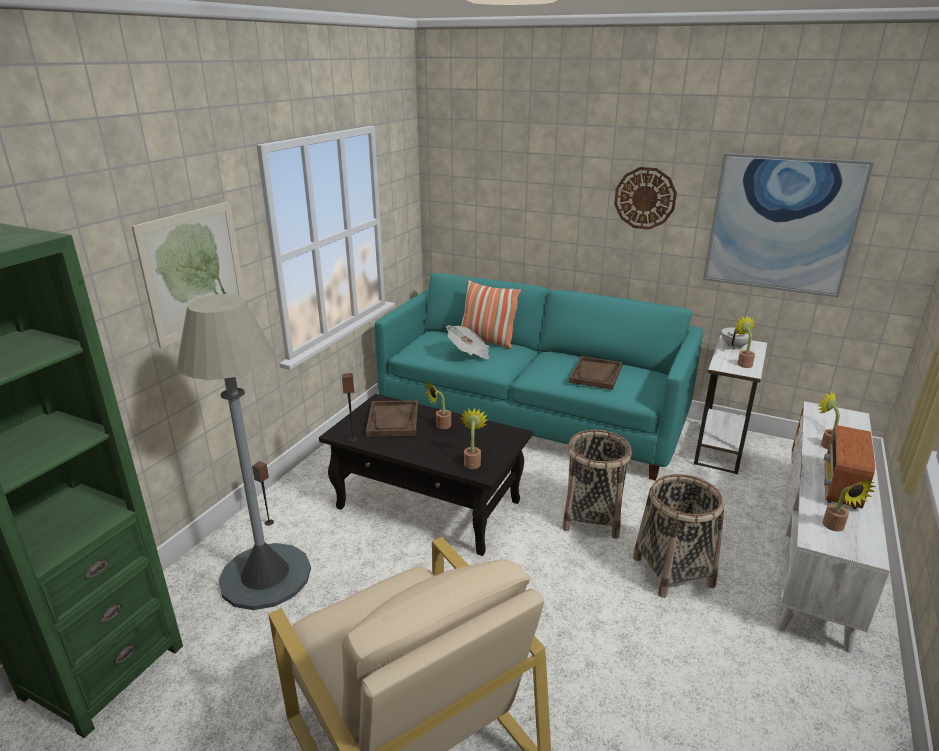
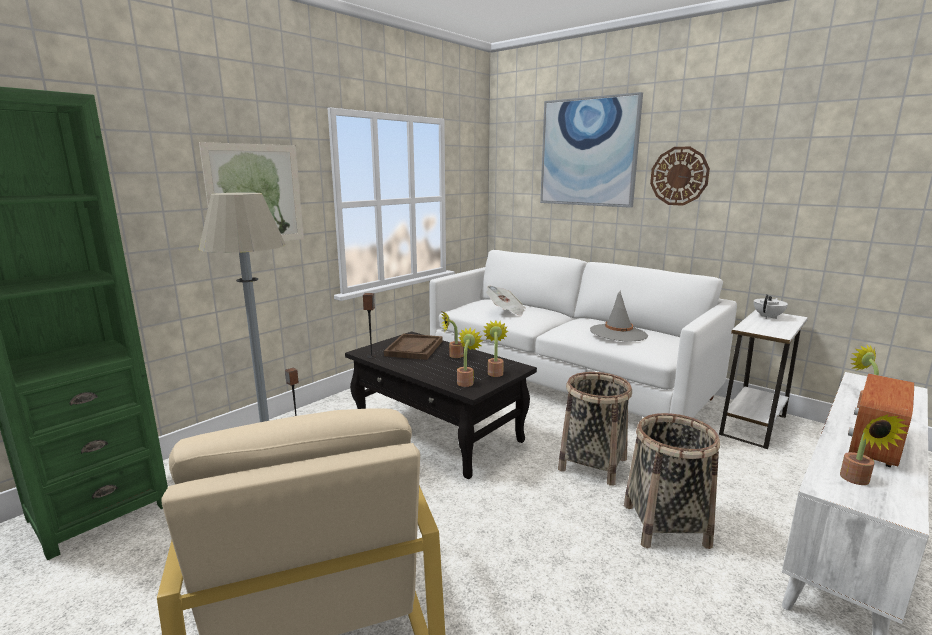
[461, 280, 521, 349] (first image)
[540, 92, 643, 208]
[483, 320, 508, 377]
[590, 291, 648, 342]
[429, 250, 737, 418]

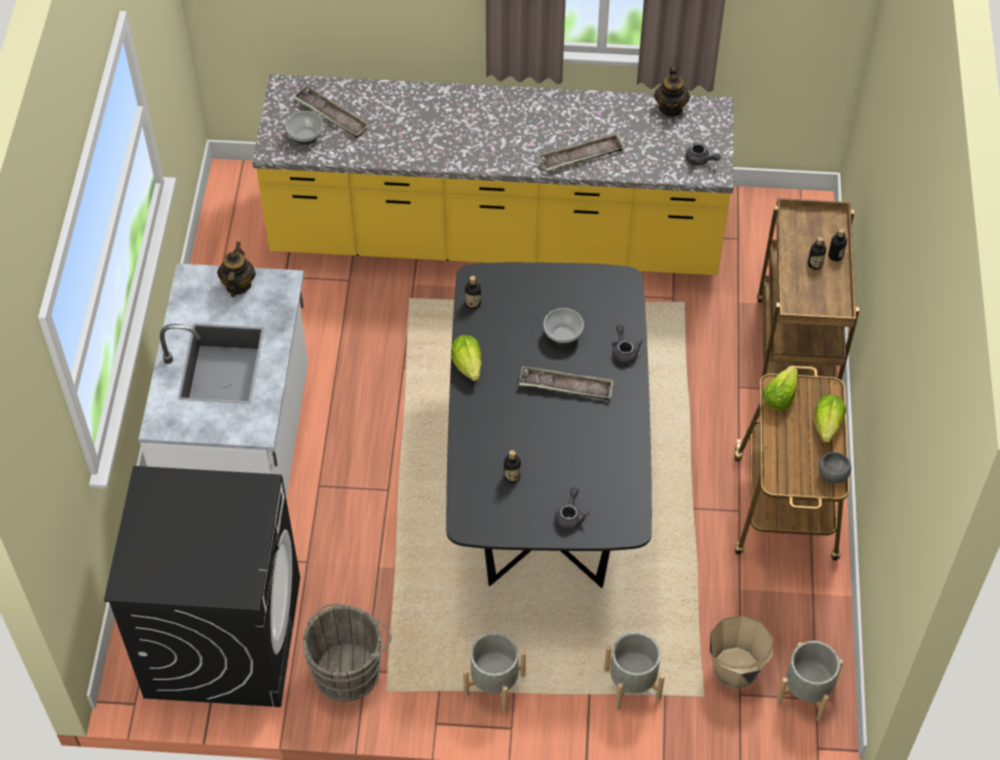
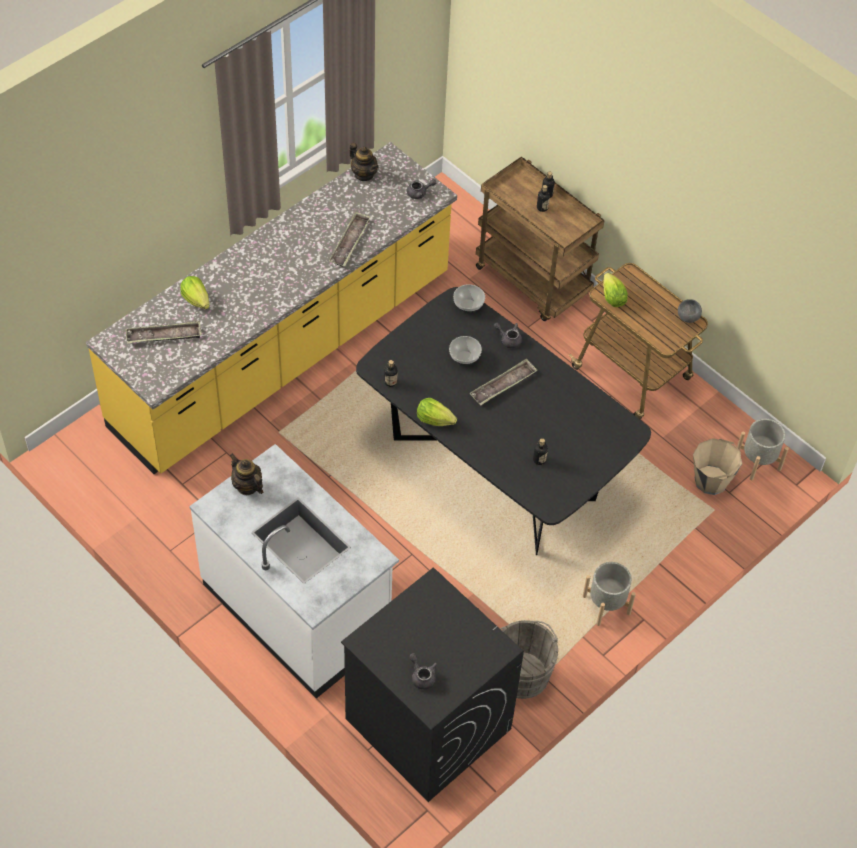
[604, 632, 665, 710] (first image)
[453, 284, 485, 313]
[409, 653, 437, 690]
[180, 276, 210, 309]

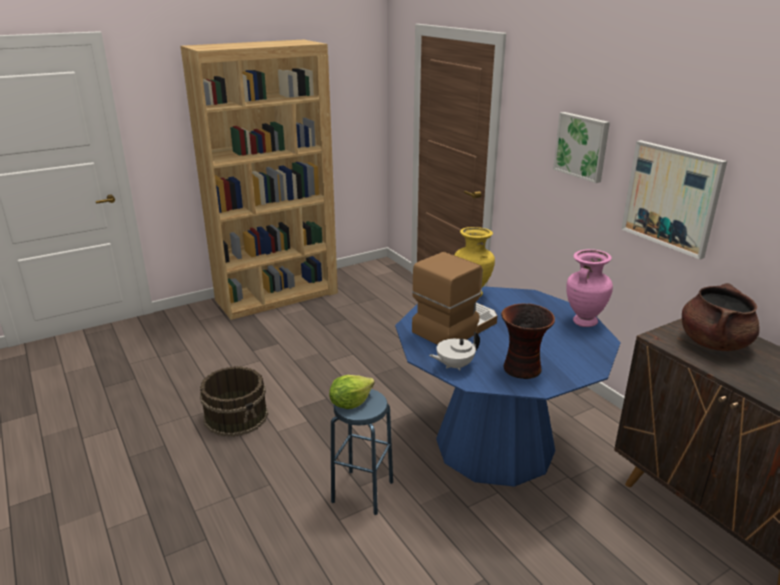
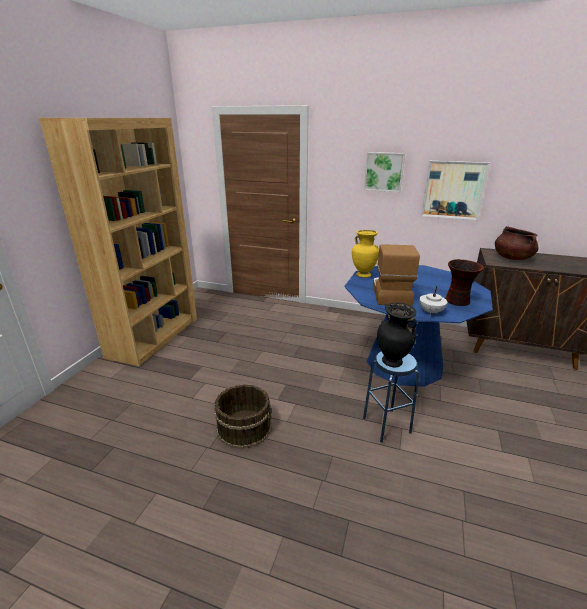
[566, 249, 613, 327] (first image)
[377, 302, 417, 367]

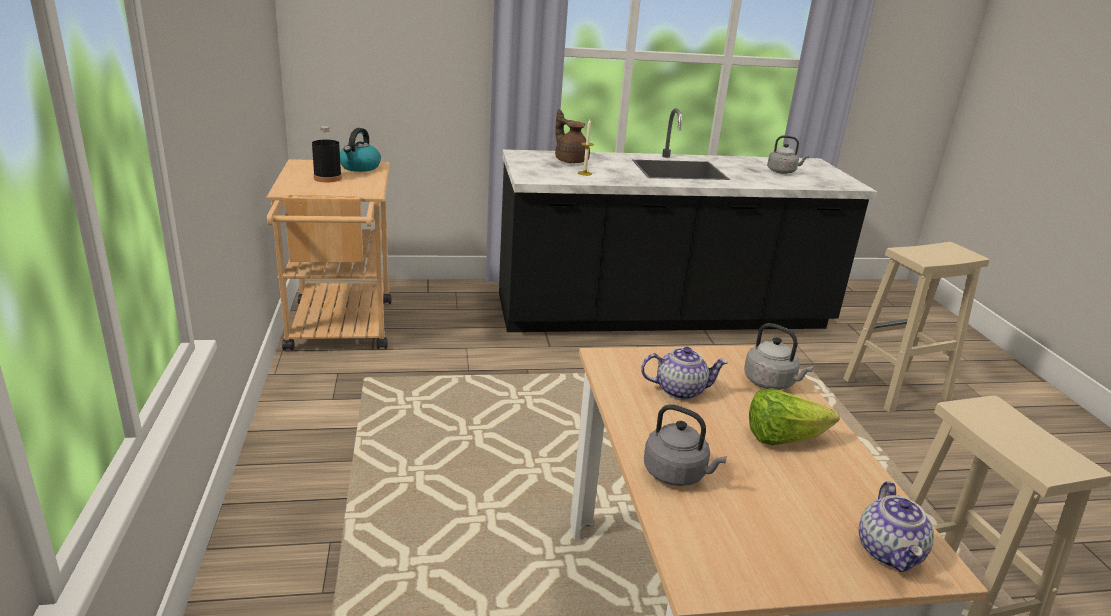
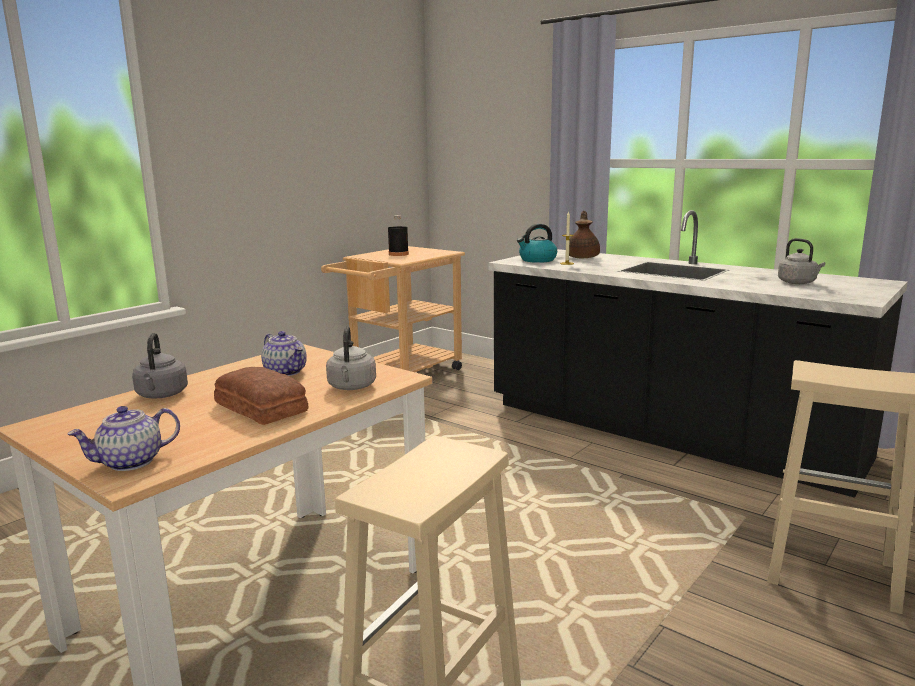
[517, 224, 557, 263]
[214, 367, 308, 425]

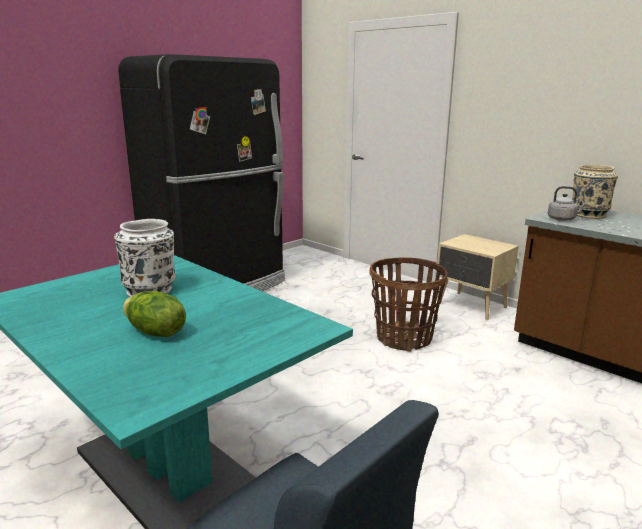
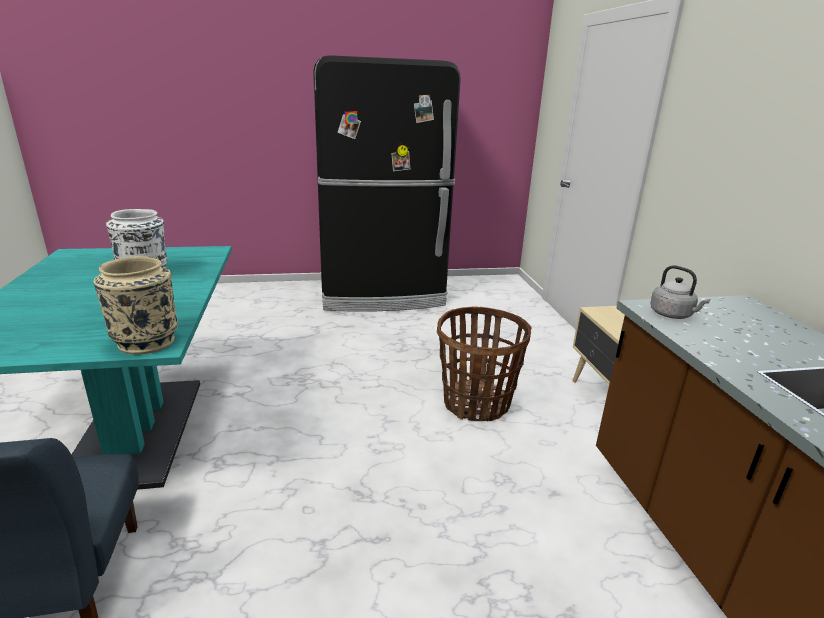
[123, 291, 186, 337] (first image)
[94, 256, 178, 355]

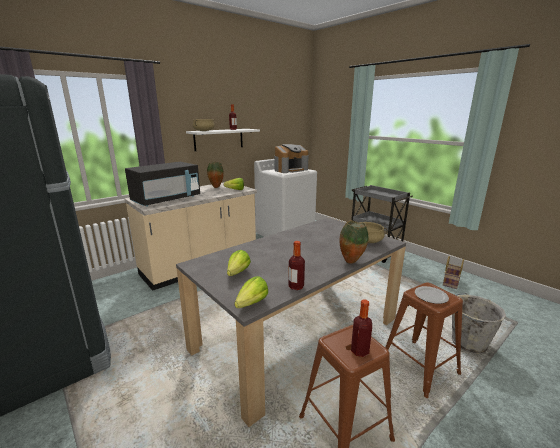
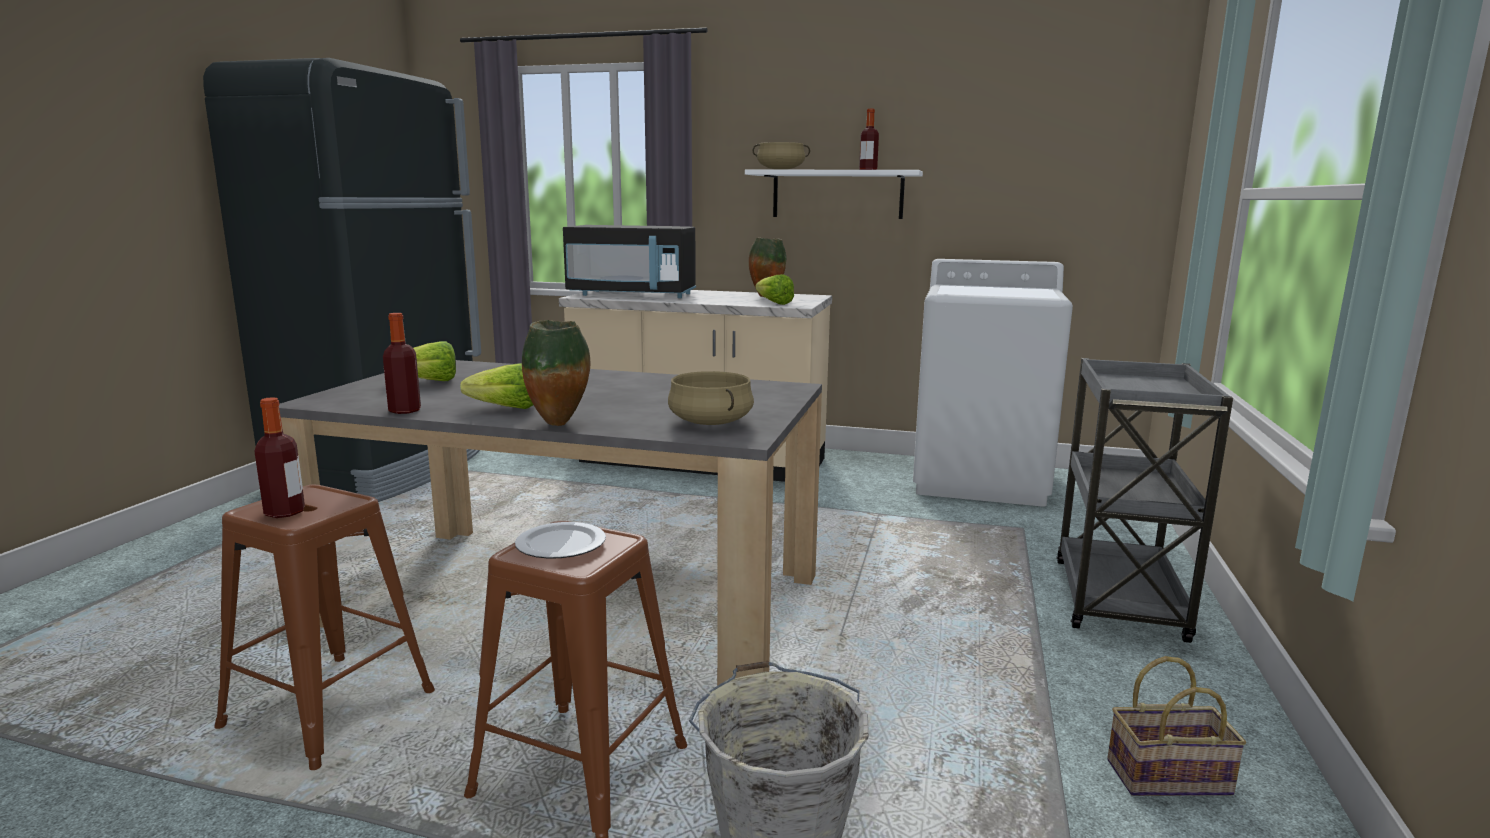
[274, 144, 308, 173] (first image)
[460, 363, 533, 409]

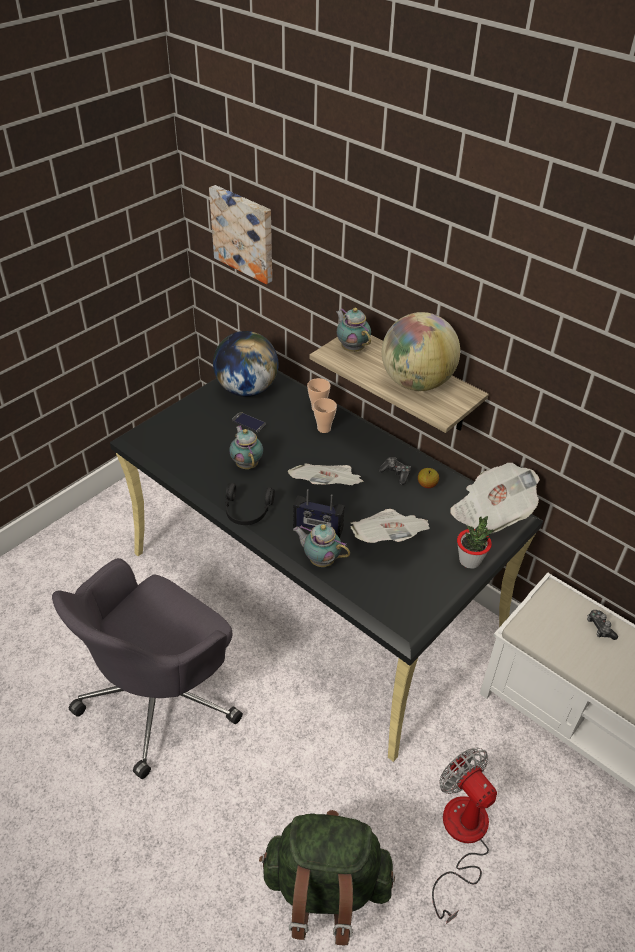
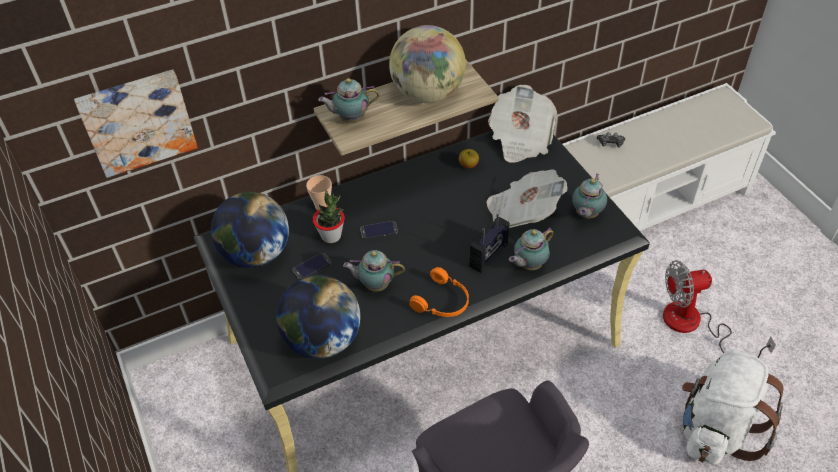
[288, 463, 364, 485] (first image)
[313, 398, 337, 433] (first image)
[378, 457, 411, 485] (first image)
[276, 275, 360, 359]
[360, 221, 398, 239]
[572, 173, 607, 218]
[313, 190, 345, 243]
[409, 267, 469, 317]
[682, 350, 783, 465]

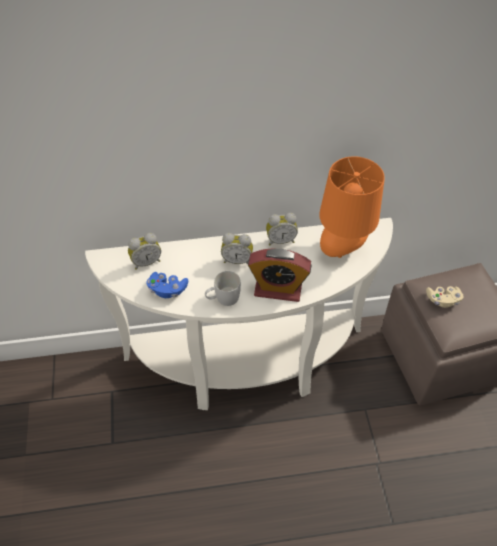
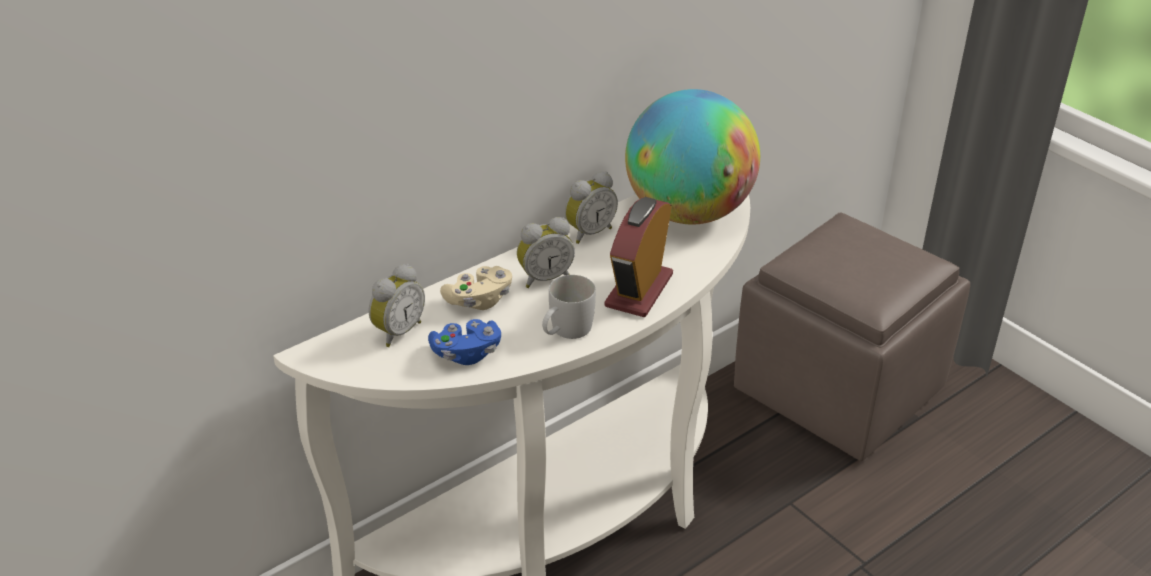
[440, 266, 512, 310]
[625, 89, 760, 224]
[605, 197, 673, 317]

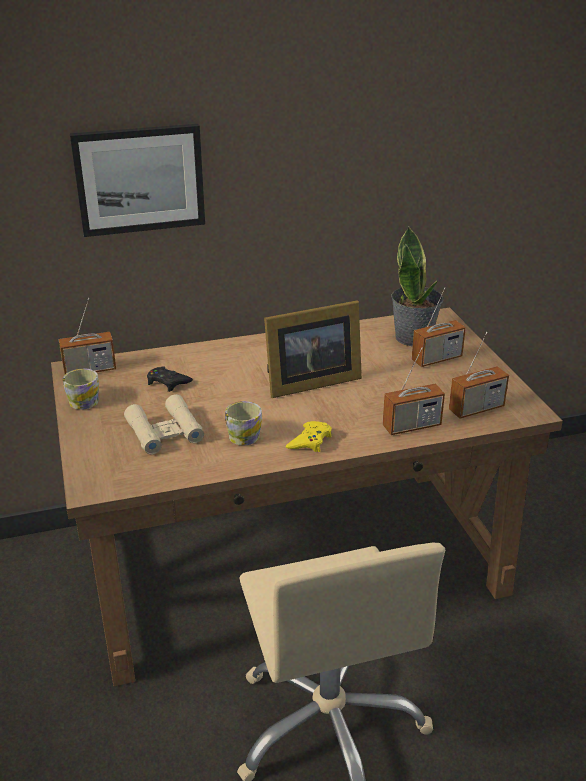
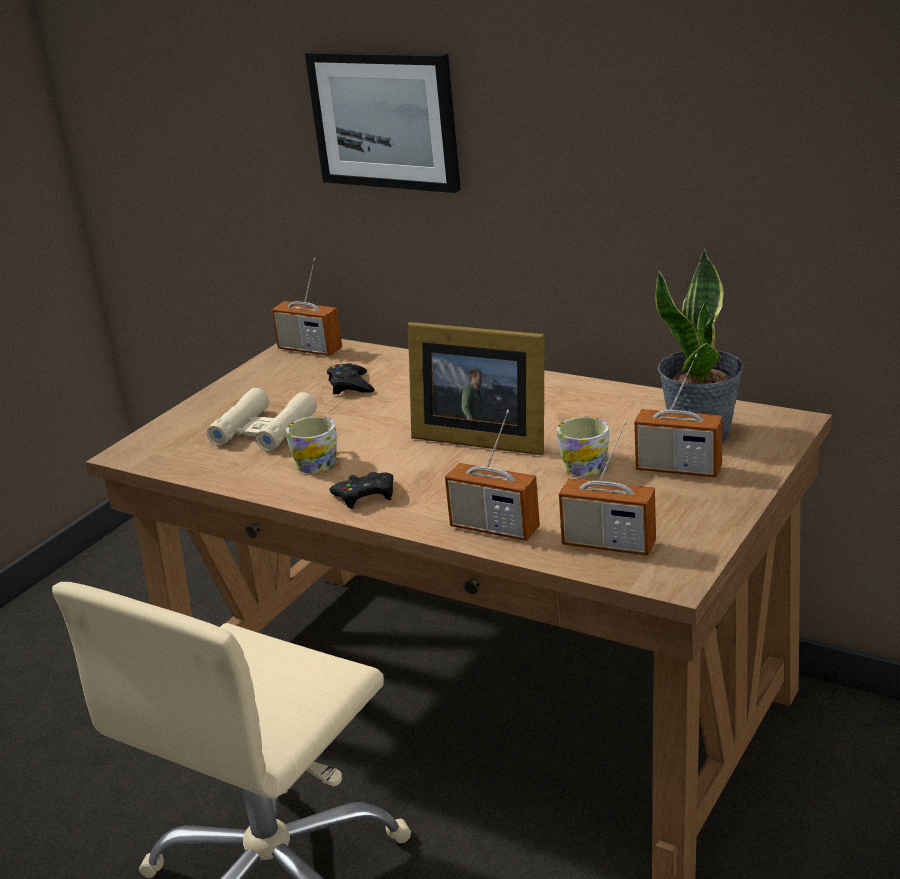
[557, 417, 609, 476]
[329, 472, 394, 509]

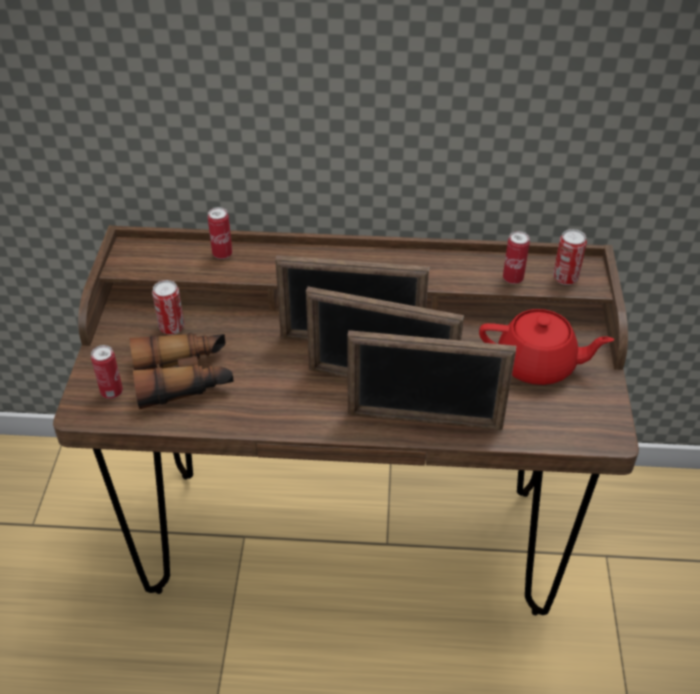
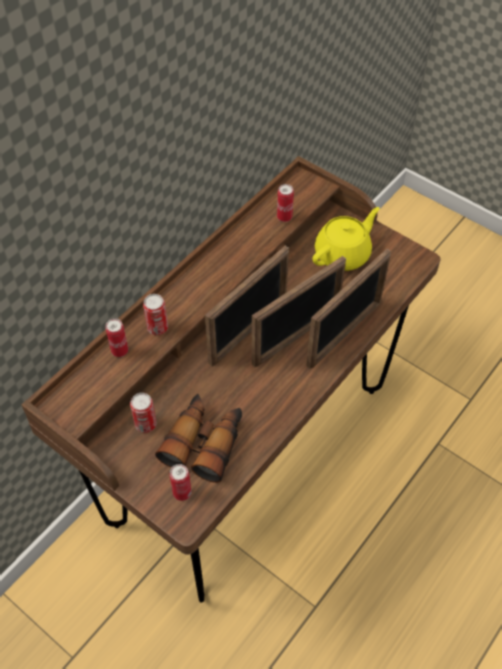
[143, 294, 168, 335]
[312, 207, 380, 271]

